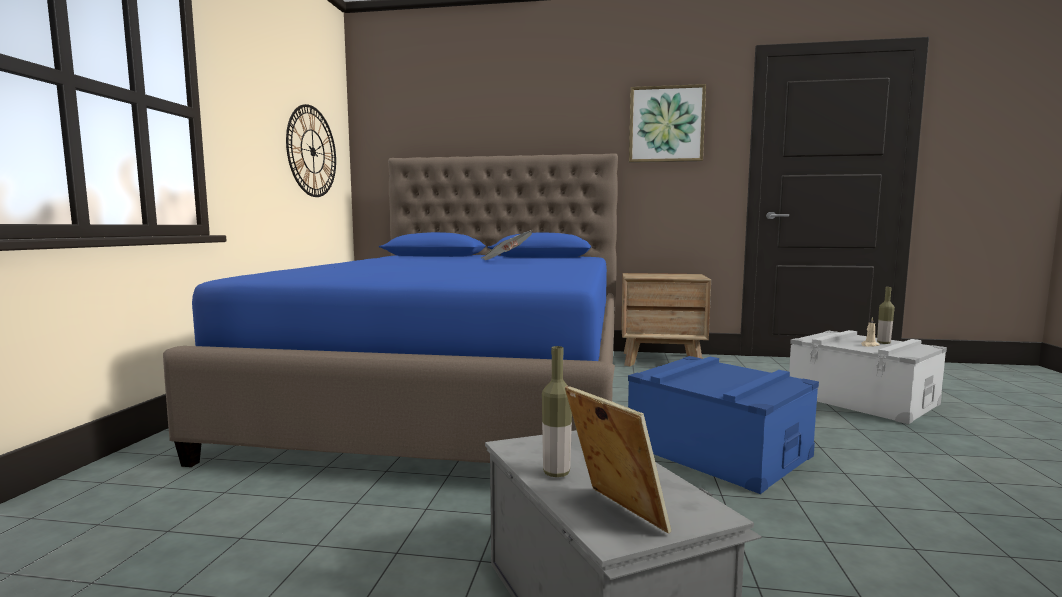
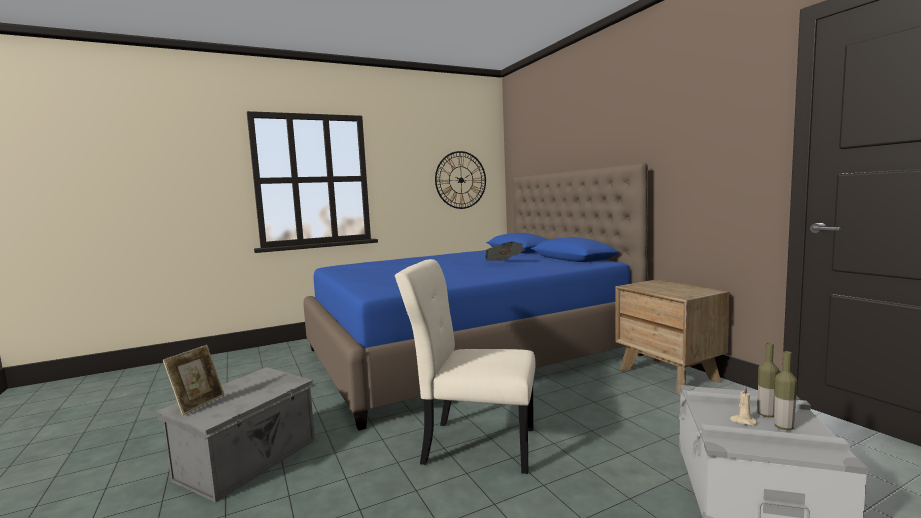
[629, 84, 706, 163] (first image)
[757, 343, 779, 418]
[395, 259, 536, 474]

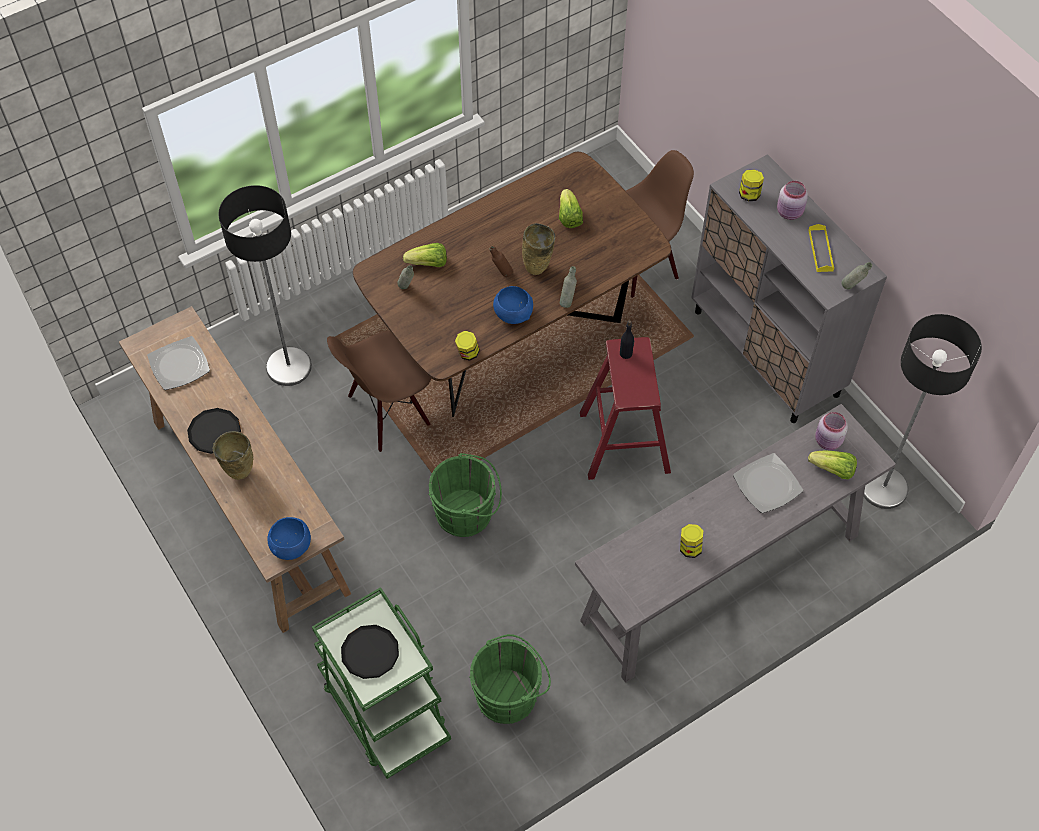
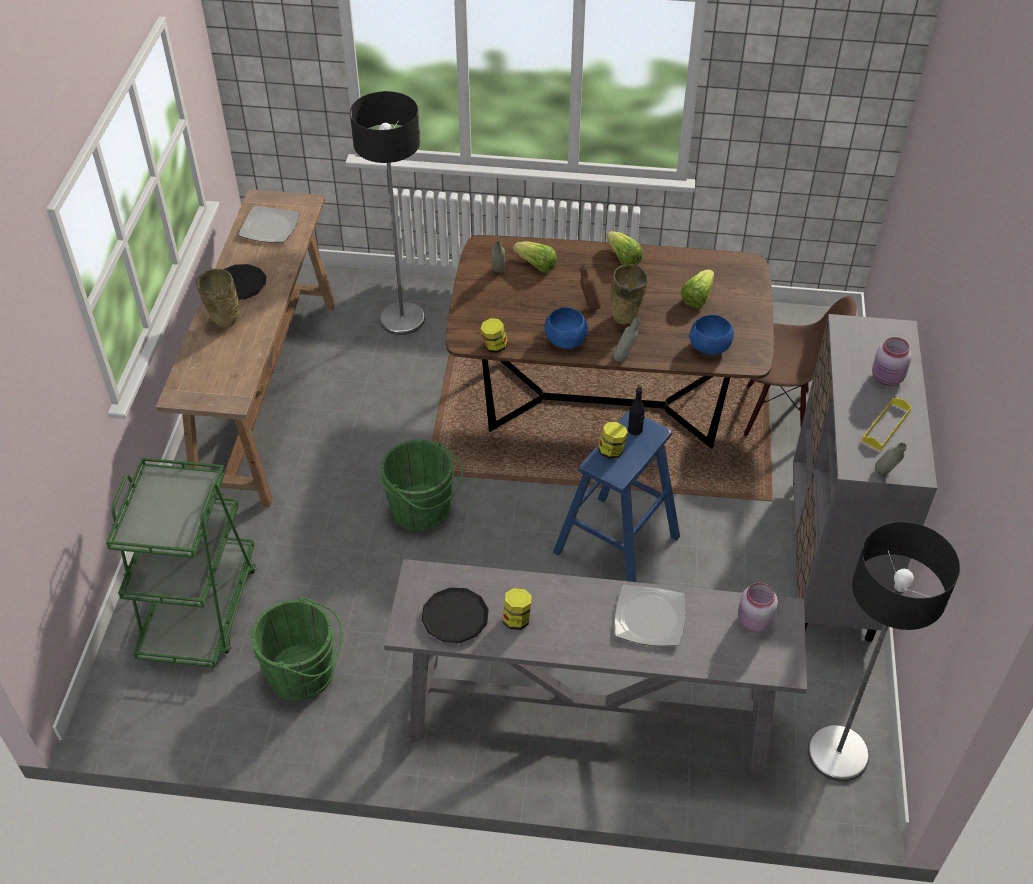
[327, 330, 431, 452] (first image)
[690, 315, 734, 355]
[422, 587, 489, 643]
[598, 422, 628, 459]
[606, 231, 643, 265]
[553, 411, 680, 582]

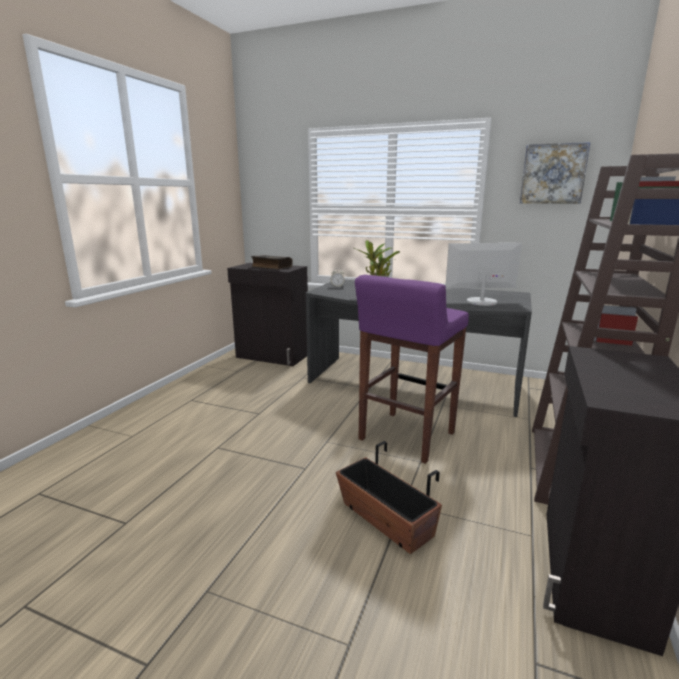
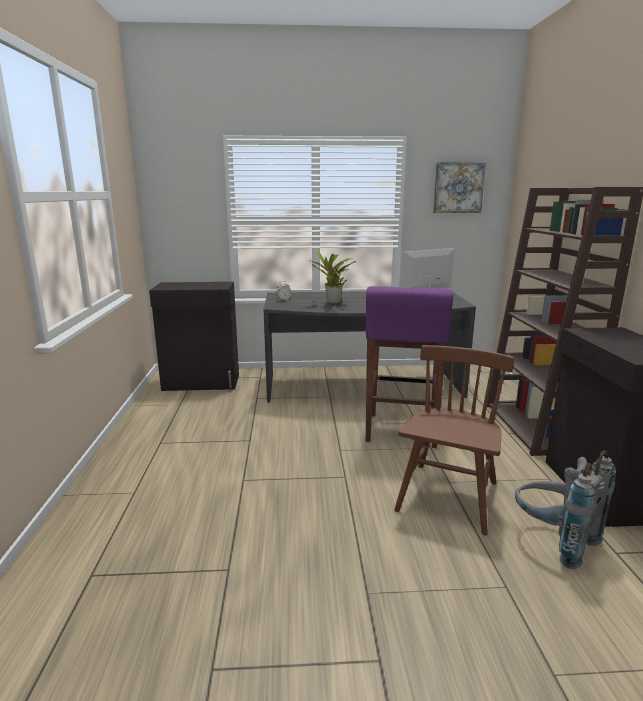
[251, 255, 293, 269] (first image)
[515, 450, 616, 569]
[394, 345, 514, 536]

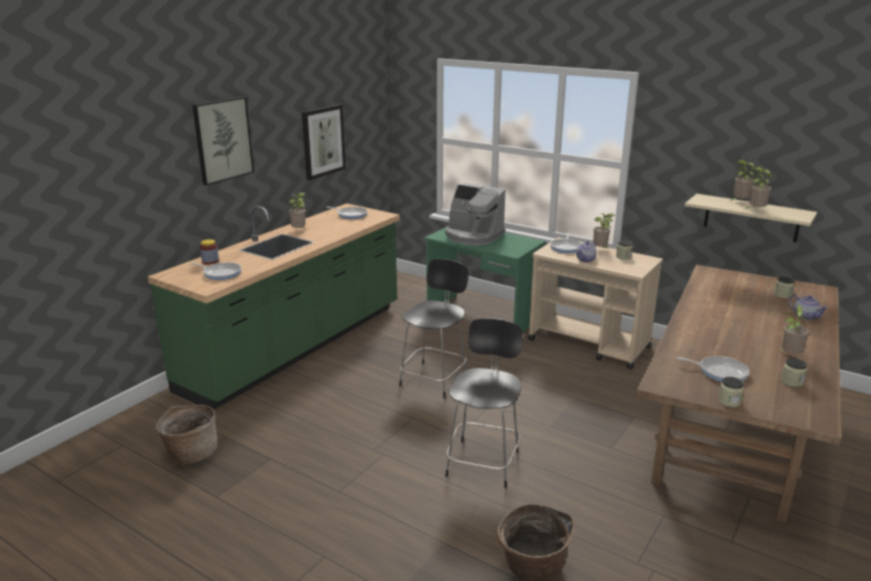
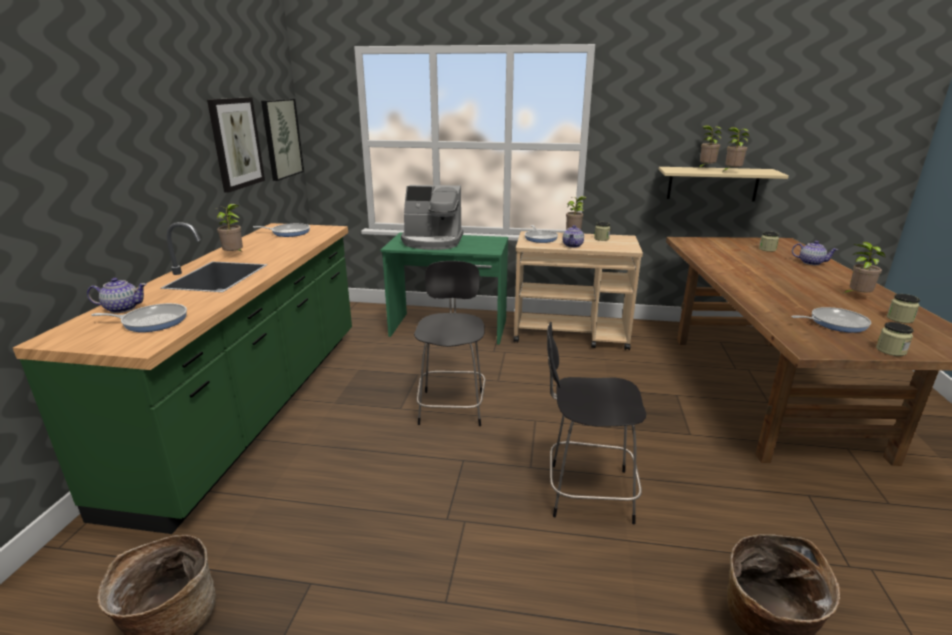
[261, 99, 304, 181]
[87, 278, 147, 313]
[547, 322, 646, 524]

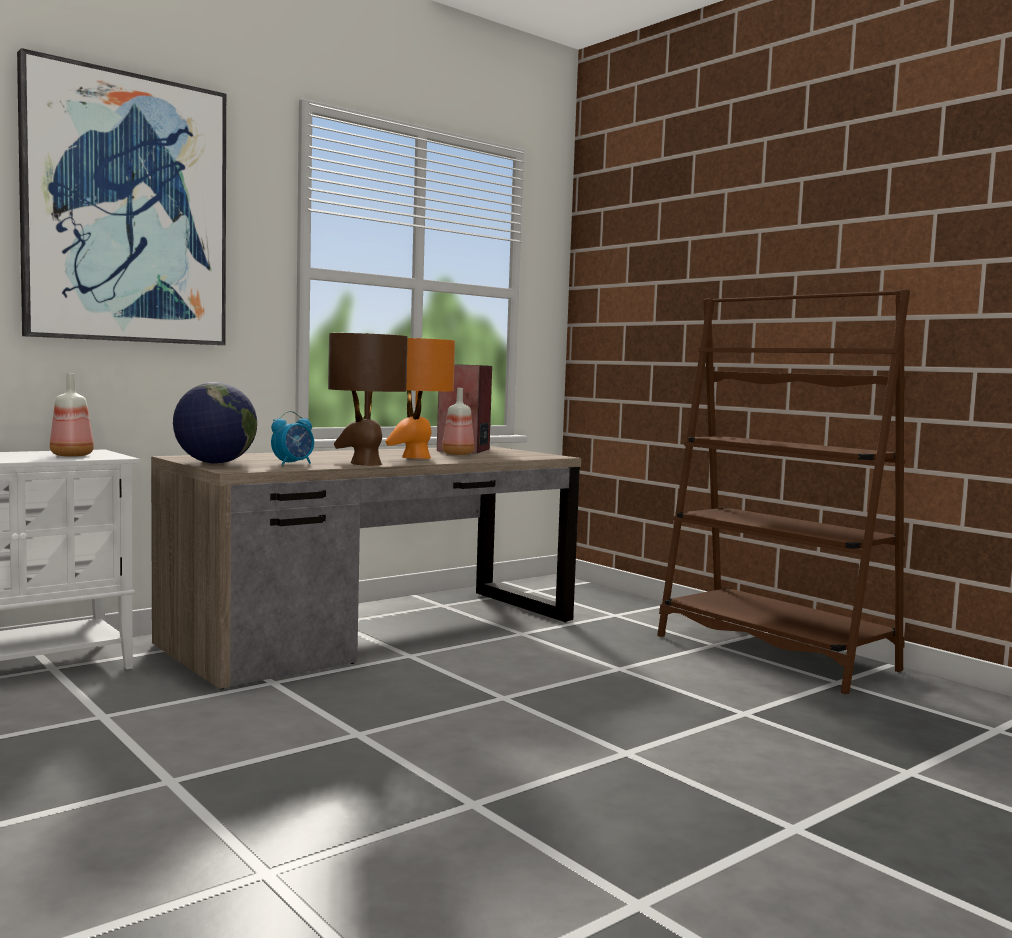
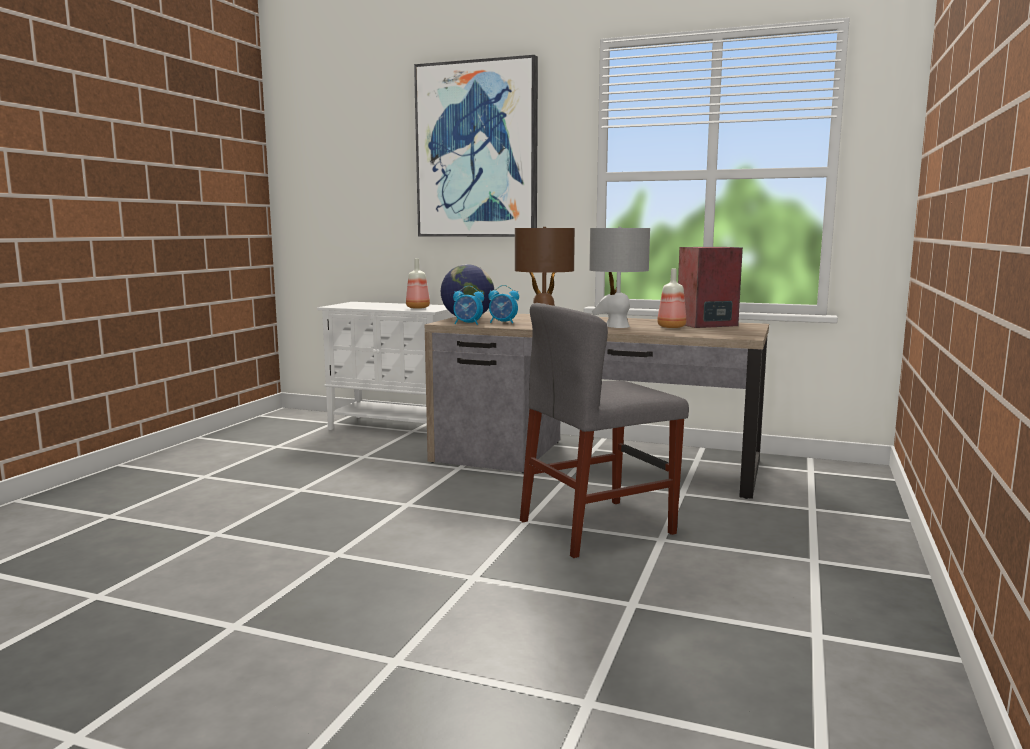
[657, 289, 910, 694] (first image)
[453, 286, 484, 325]
[520, 303, 689, 558]
[589, 227, 650, 328]

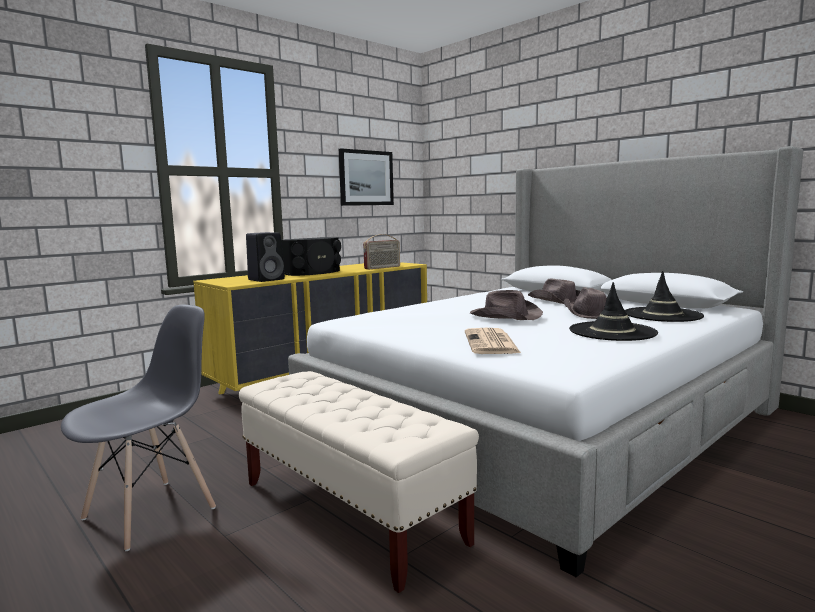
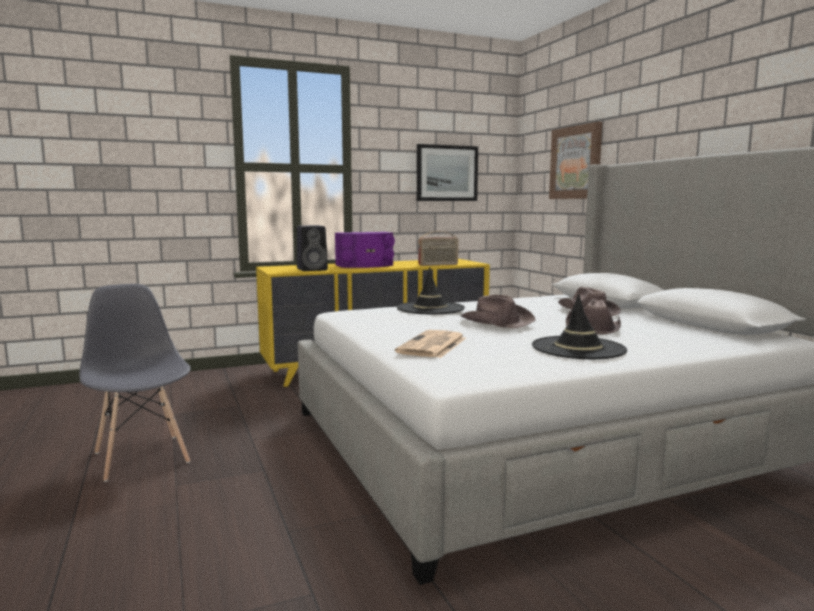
[239, 371, 479, 593] (first image)
[549, 122, 602, 199]
[397, 267, 465, 314]
[335, 232, 395, 268]
[79, 284, 190, 482]

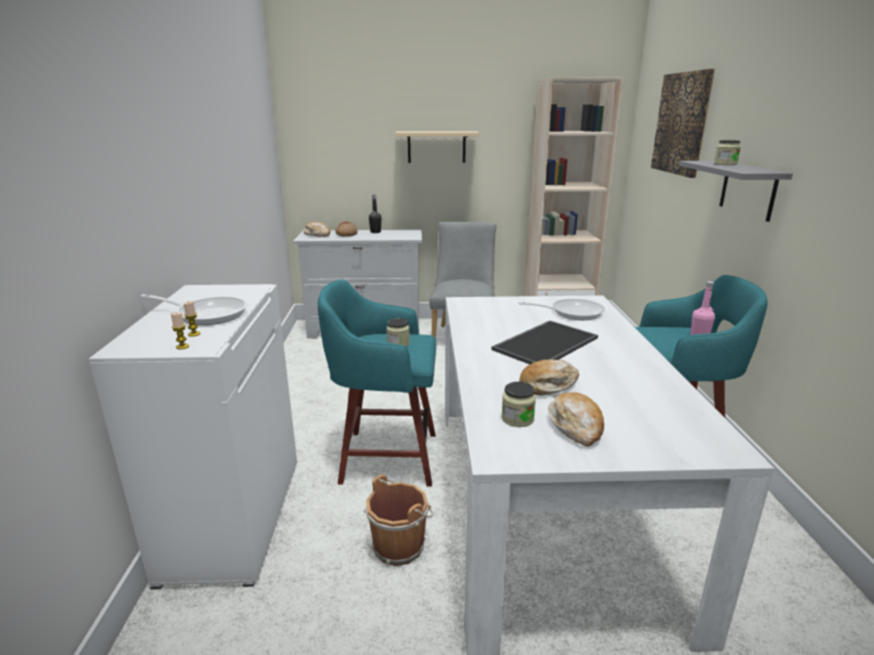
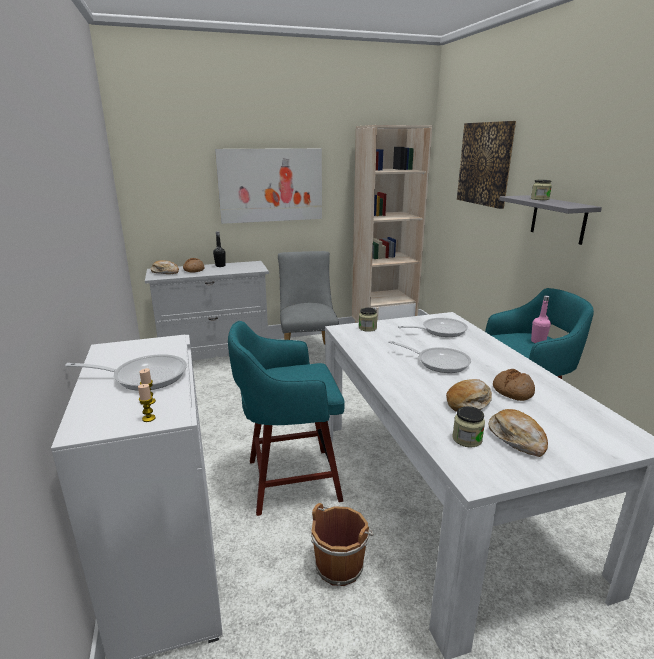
[493, 369, 535, 401]
[359, 307, 378, 332]
[215, 148, 322, 224]
[388, 341, 471, 373]

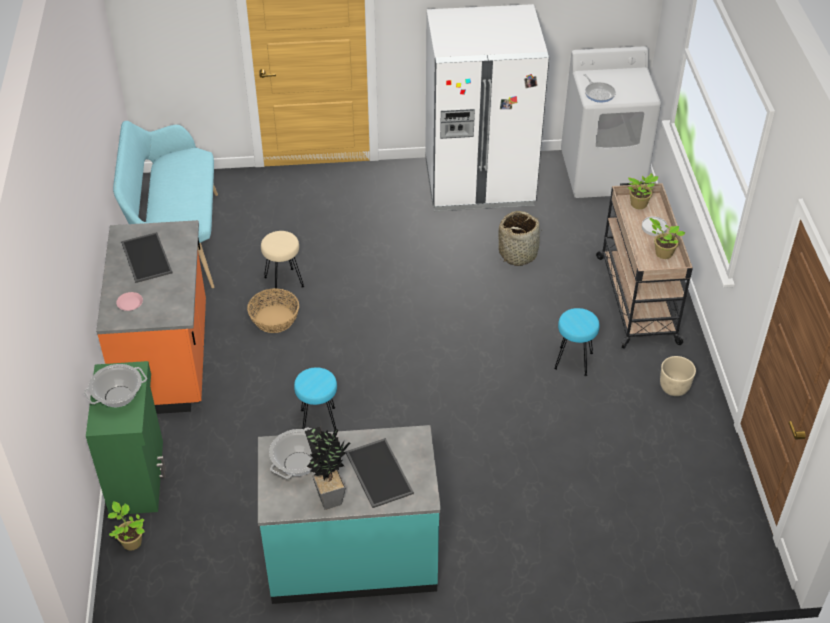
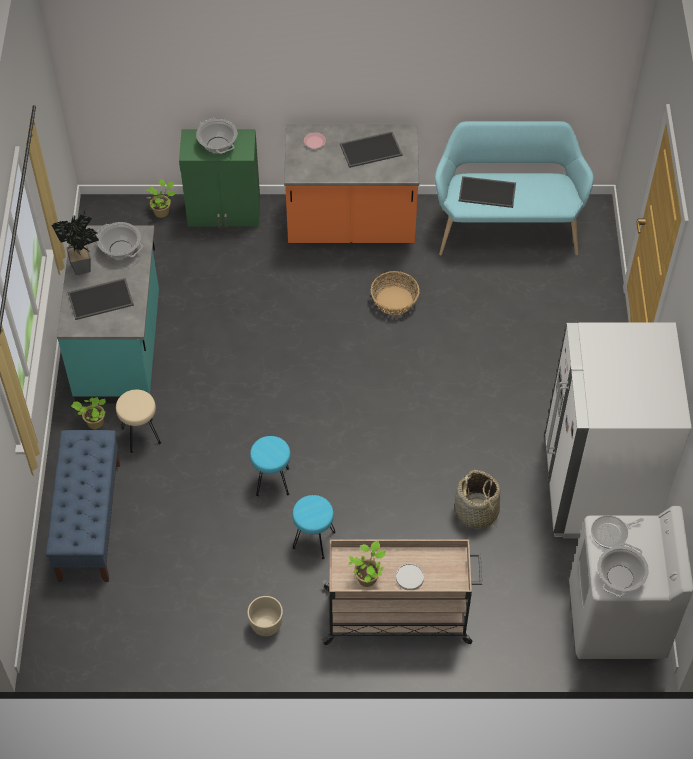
[46, 430, 120, 582]
[459, 176, 516, 208]
[597, 543, 649, 597]
[116, 390, 161, 453]
[250, 436, 291, 496]
[71, 397, 106, 429]

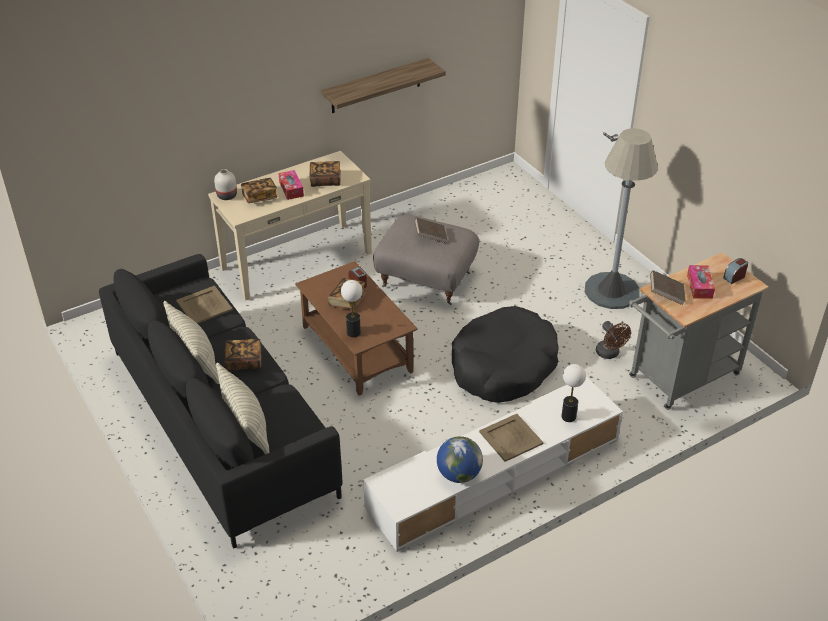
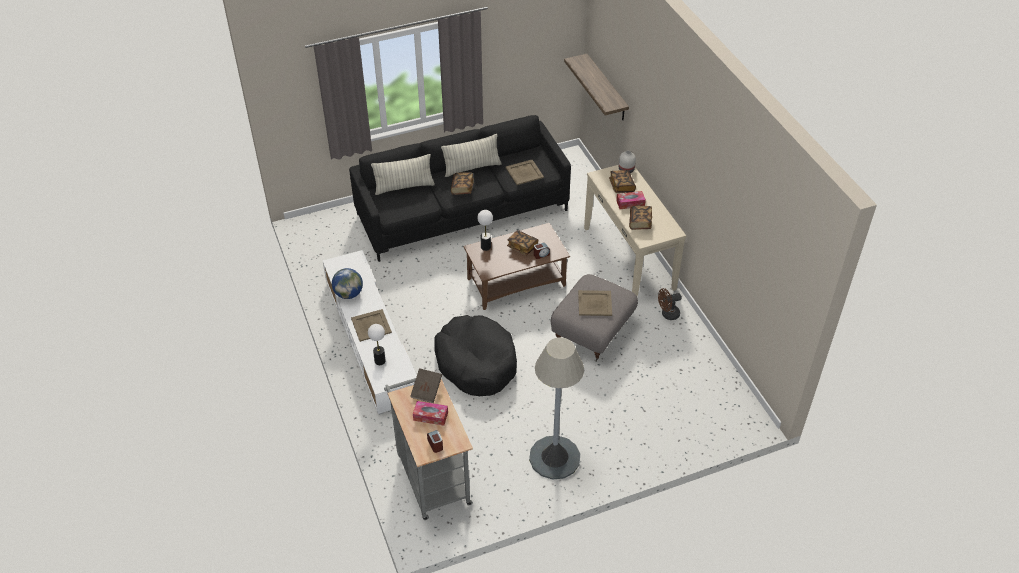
[564, 54, 629, 120]
[658, 288, 681, 320]
[578, 290, 612, 316]

